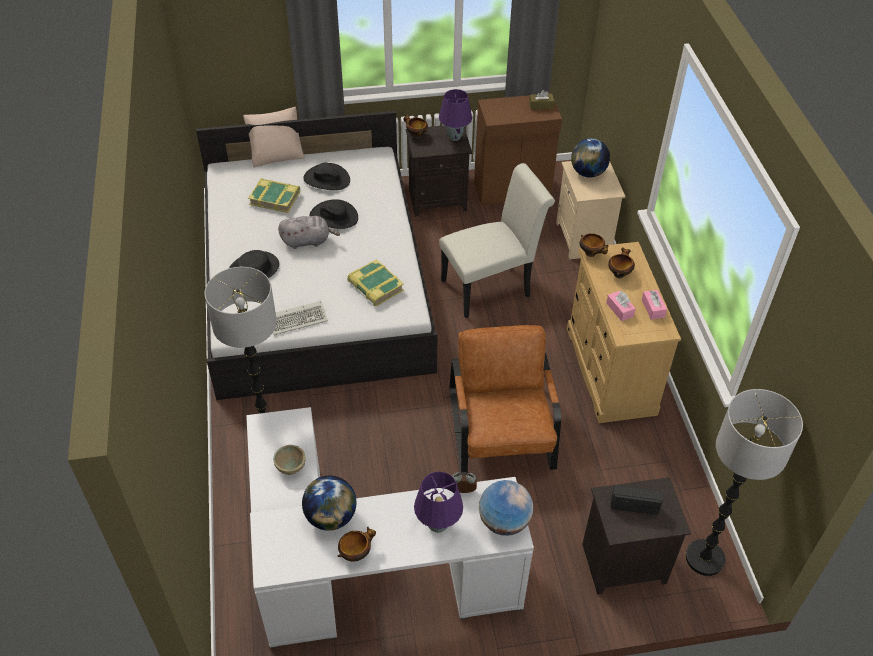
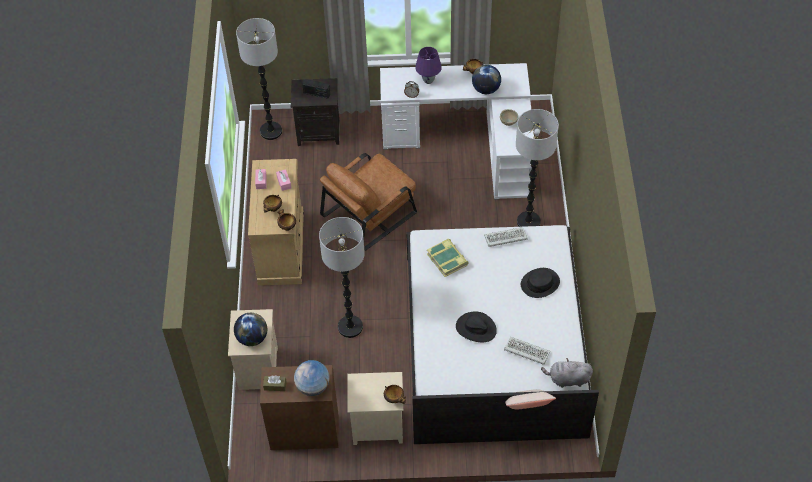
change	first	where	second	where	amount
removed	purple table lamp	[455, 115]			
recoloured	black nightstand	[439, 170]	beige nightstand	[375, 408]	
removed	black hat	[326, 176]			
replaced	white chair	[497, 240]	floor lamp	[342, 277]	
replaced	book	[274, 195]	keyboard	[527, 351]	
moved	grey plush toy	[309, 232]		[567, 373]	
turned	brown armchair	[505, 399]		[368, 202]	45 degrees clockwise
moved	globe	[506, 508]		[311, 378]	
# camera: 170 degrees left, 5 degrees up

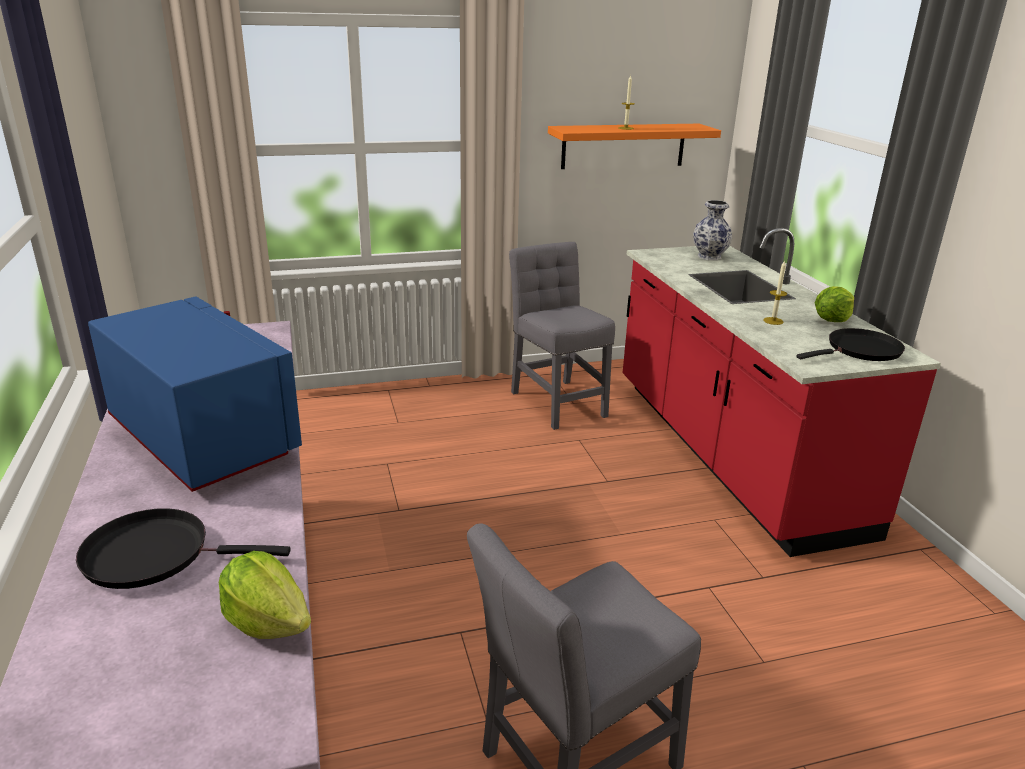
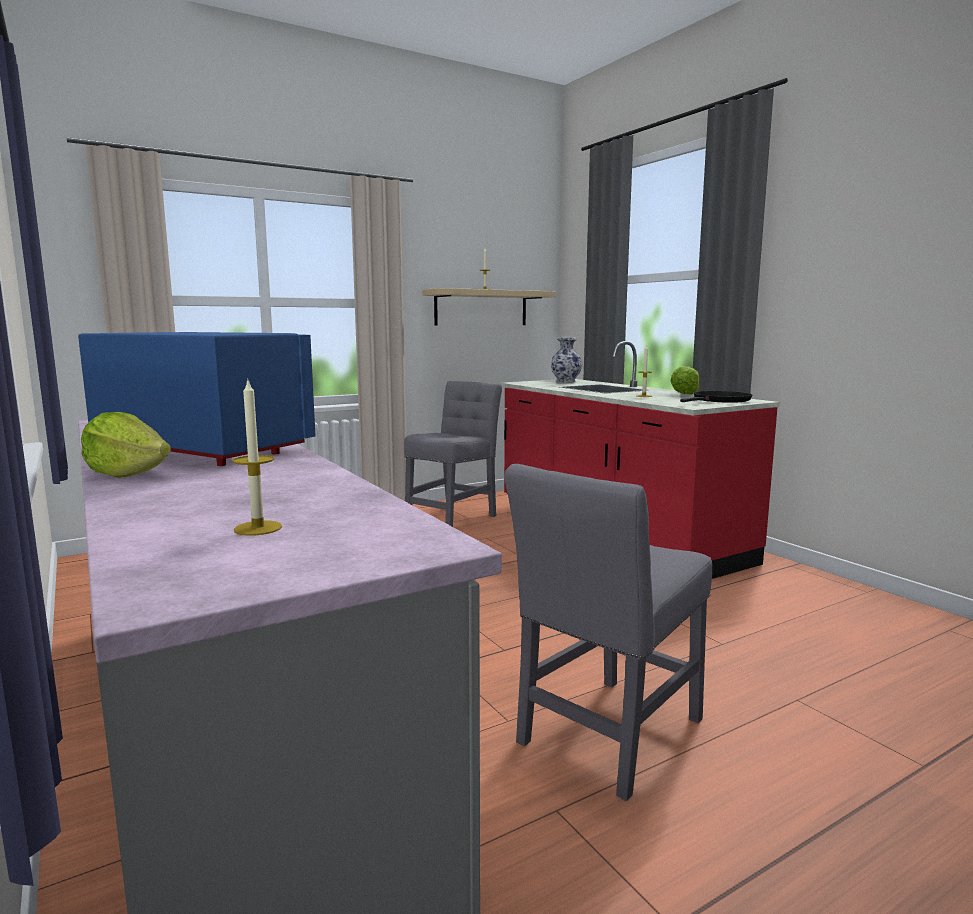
change	first	where	second	where	amount
recoloured	orange shelf	[634, 146]	beige shelf	[489, 307]	
turned	grey chair	[562, 336]		[453, 454]	75 degrees clockwise
removed	black frying pan	[183, 548]			
moved	lettuce	[264, 595]		[126, 445]	
added			candle	[257, 458]	
# camera: 15 degrees left, 15 degrees down

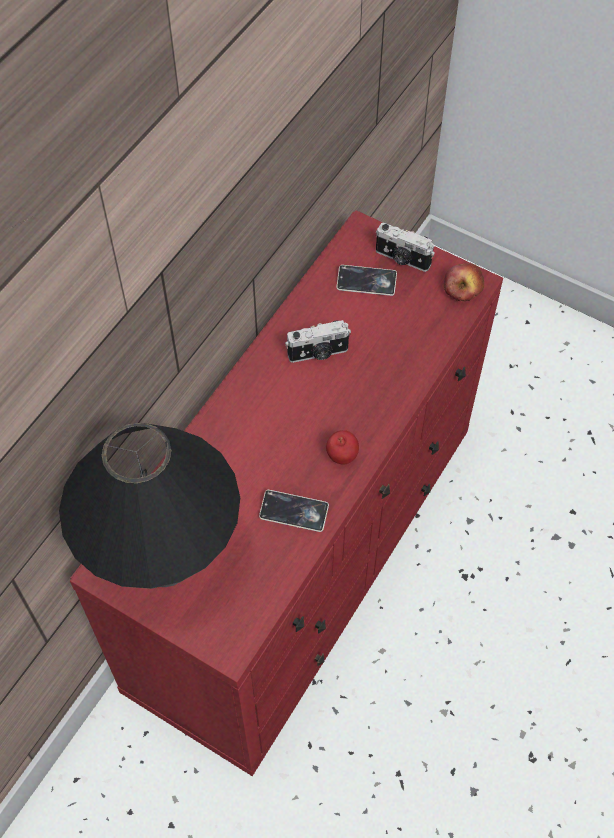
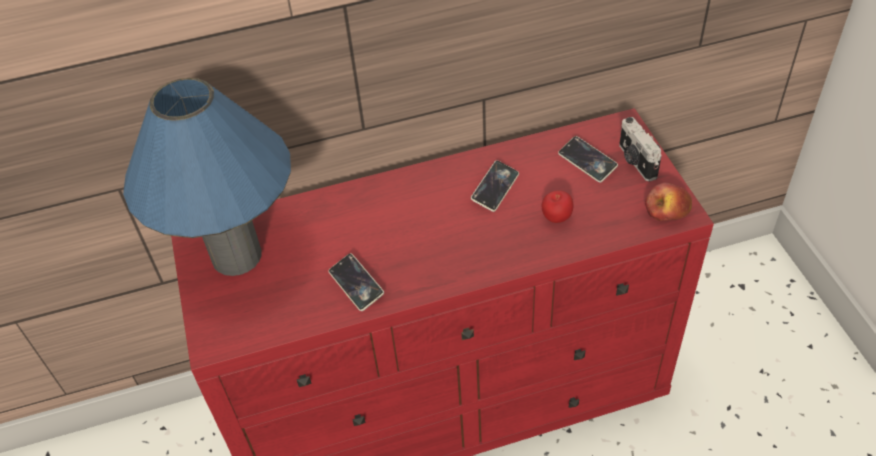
change	first	where	second	where	amount
replaced	photo camera	[318, 341]	phone	[495, 186]	
recoloured	black table lamp	[149, 506]	blue table lamp	[207, 177]	
moved	apple	[342, 447]		[557, 206]	
# camera: 45 degrees right, 10 degrees down

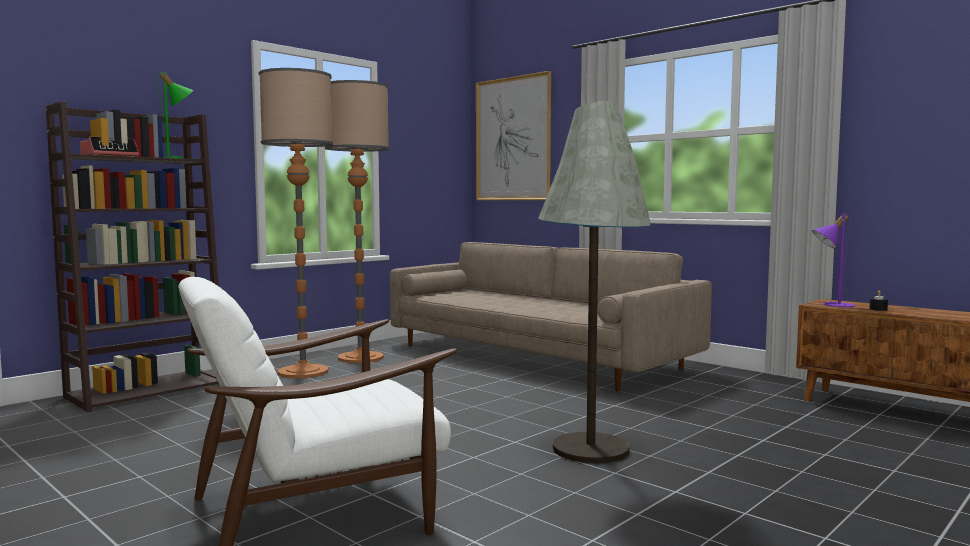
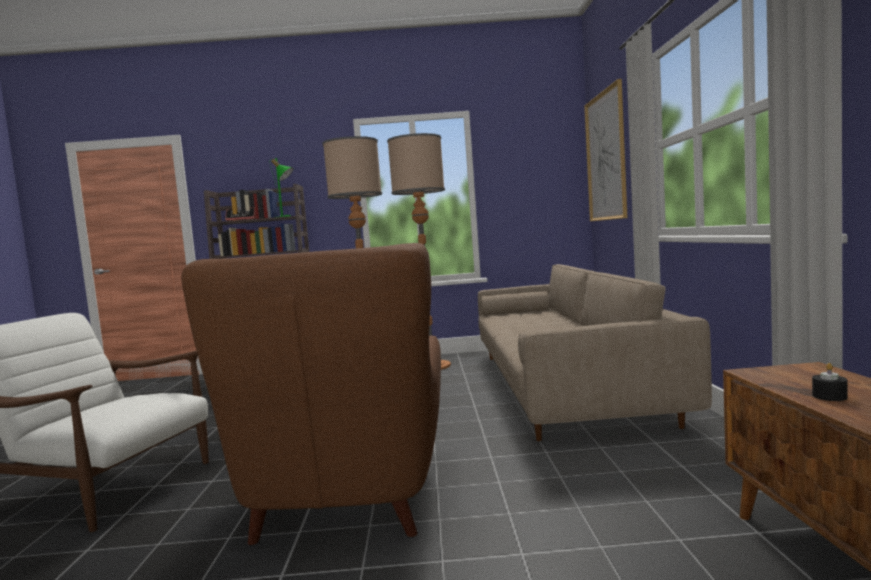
change	first	where	second	where	amount
replaced	grey floor lamp	[594, 282]	brown armchair	[311, 394]	
removed	purple table lamp	[833, 260]			
# camera: 45 degrees right, 0 degrees up

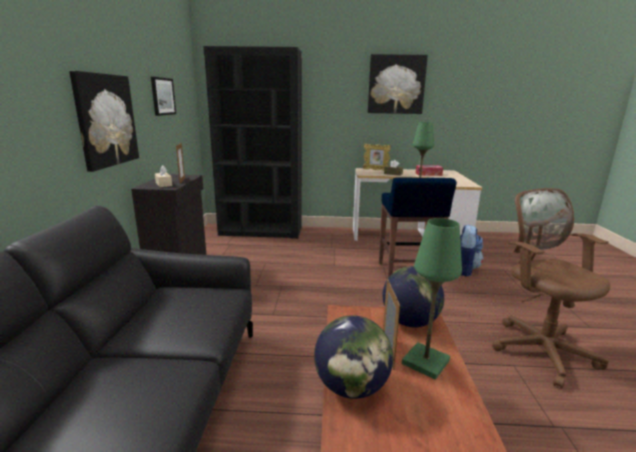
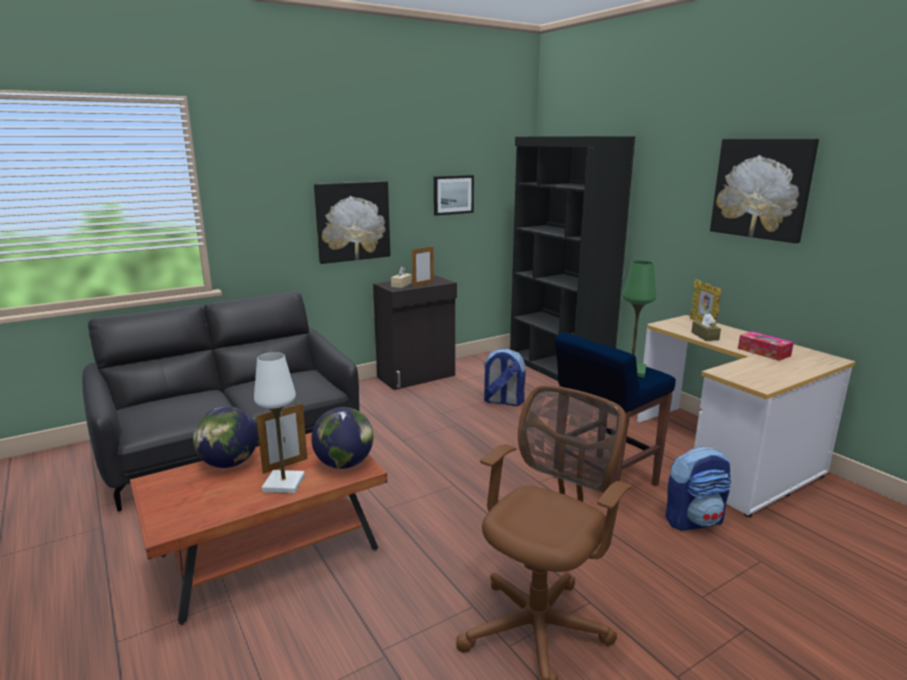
change	first	where	second	where	amount
recoloured	green table lamp	[432, 299]	white table lamp	[279, 422]	
added			backpack	[504, 377]	
# camera: 55 degrees right, 0 degrees up

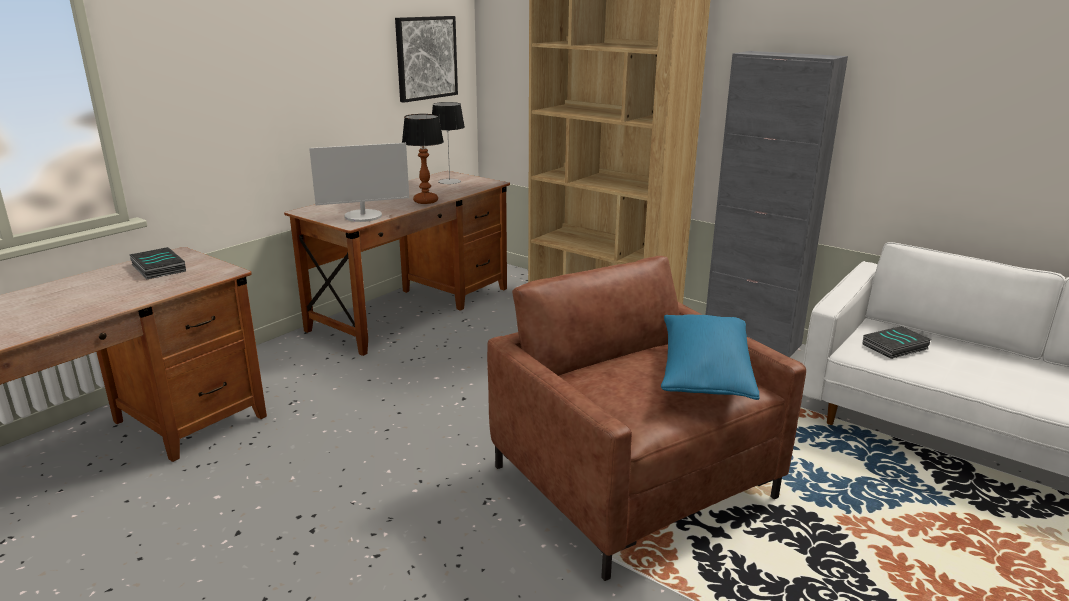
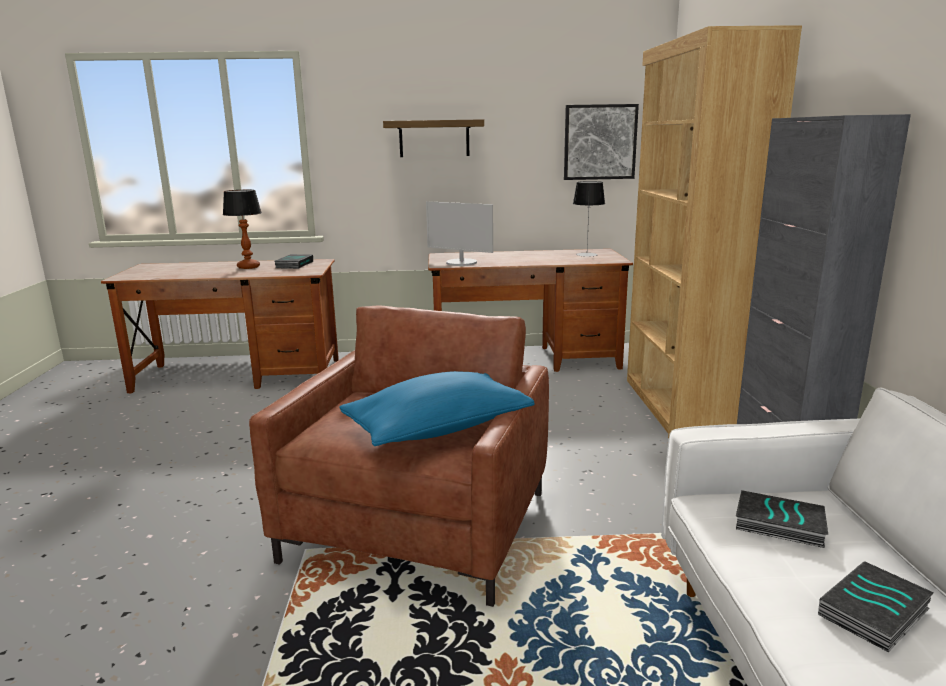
change	first	where	second	where	amount
moved	table lamp	[423, 159]		[242, 229]	
added			shelf	[433, 138]	
added			book	[876, 606]	
# camera: 50 degrees right, 5 degrees down

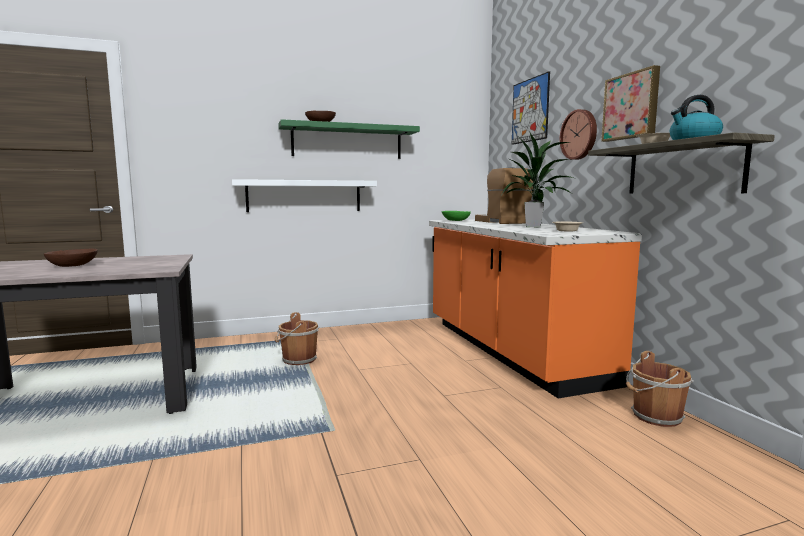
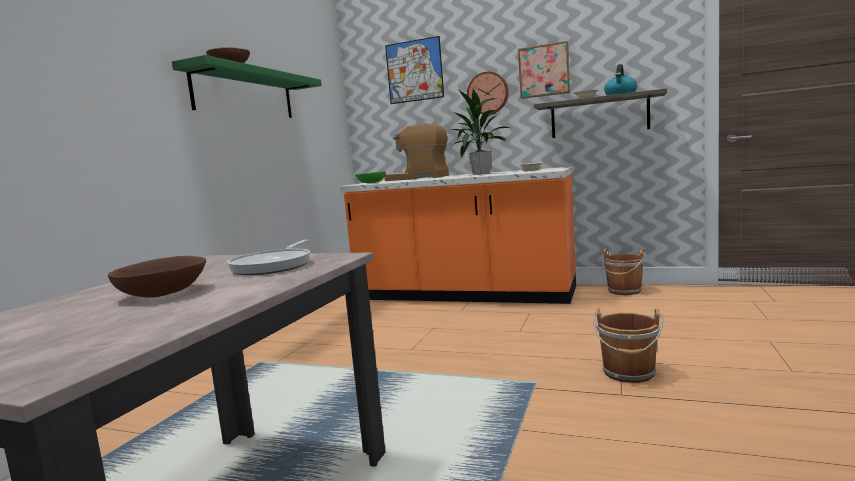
change	first	where	second	where	amount
removed	white shelf	[304, 195]			
moved	brown bucket	[297, 338]		[628, 345]	
added			frying pan	[269, 257]	
# camera: 50 degrees left, 0 degrees up

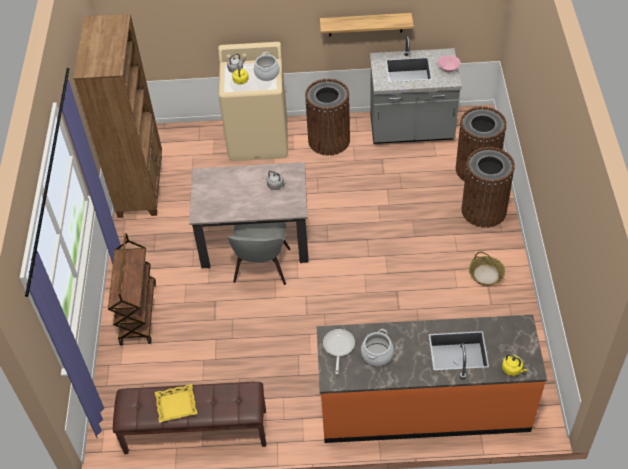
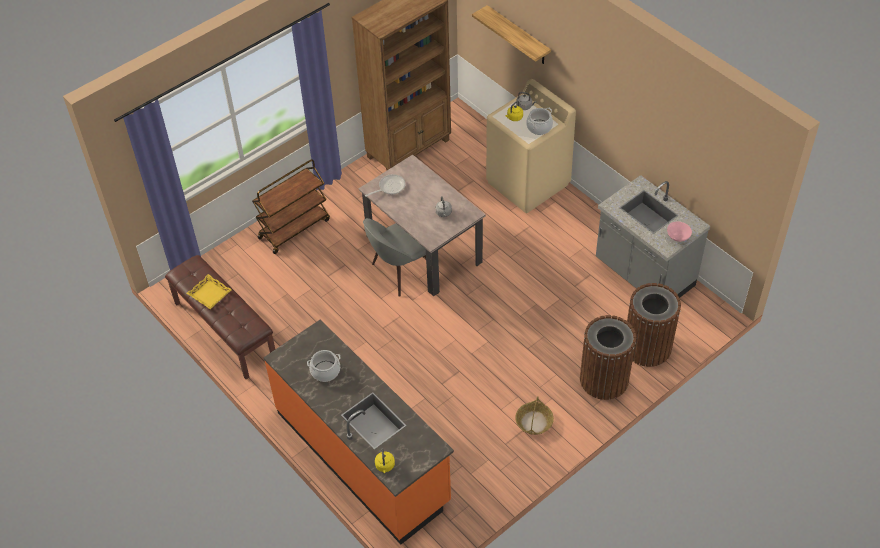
change	first	where	second	where	amount
moved	shelf	[367, 25]		[511, 34]	
removed	brown trash can	[327, 117]			
moved	frying pan	[339, 351]		[385, 185]	
# camera: 50 degrees right, 0 degrees up

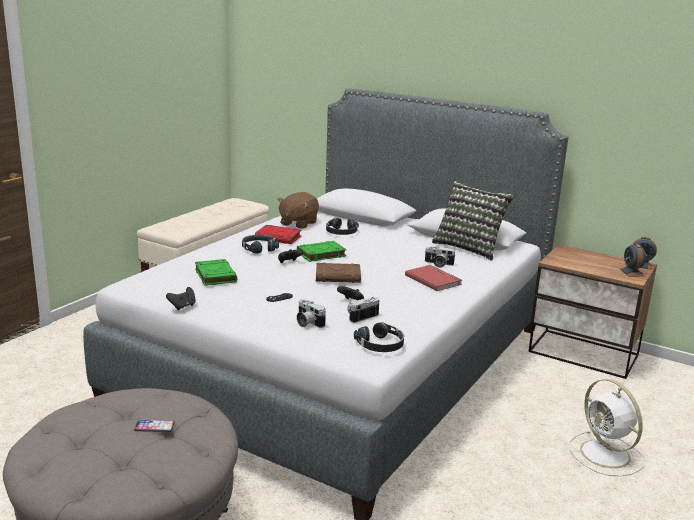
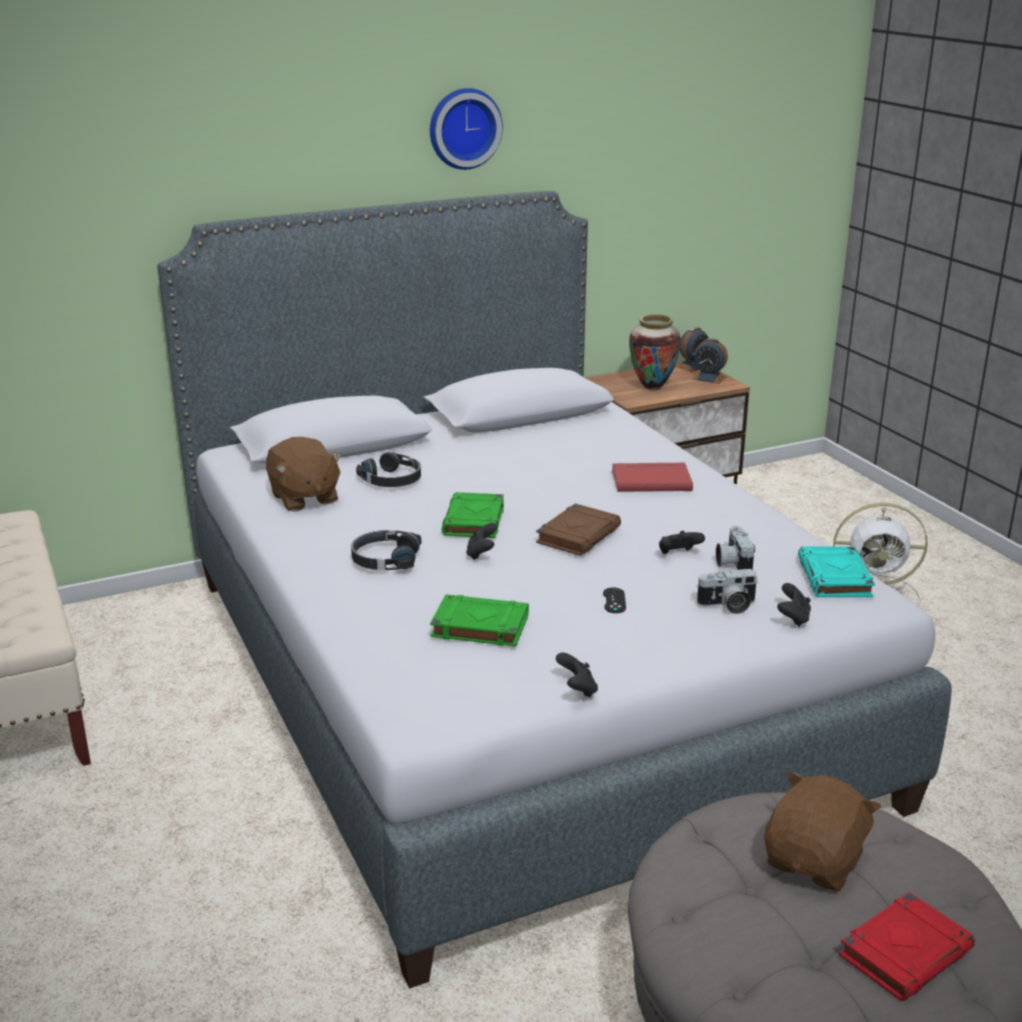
change	first	where	second	where	amount
removed	pillow	[473, 221]			
moved	red book	[278, 234]		[907, 946]	
removed	photo camera	[440, 257]			
replaced	black headphones	[379, 337]	turquoise book	[836, 571]	
replaced	phone	[154, 426]	brown plush toy	[822, 831]	
added			wall clock	[466, 129]	
added			vase	[655, 352]	
added			black game controller	[794, 605]	
# camera: 55 degrees left, 5 degrees up

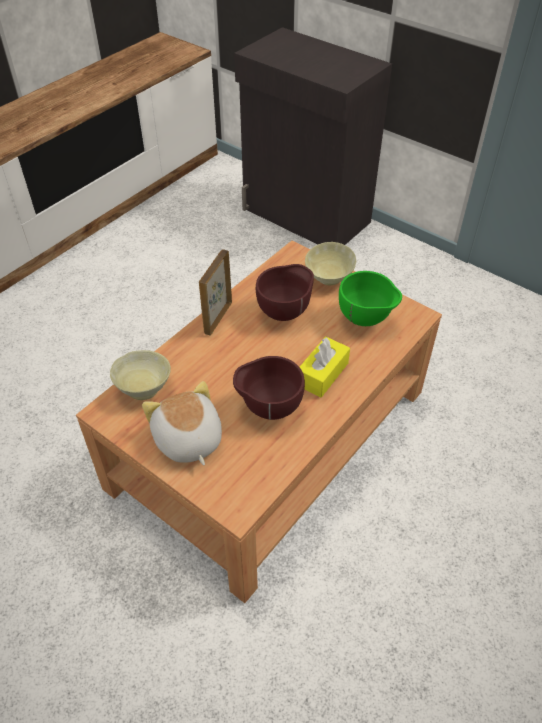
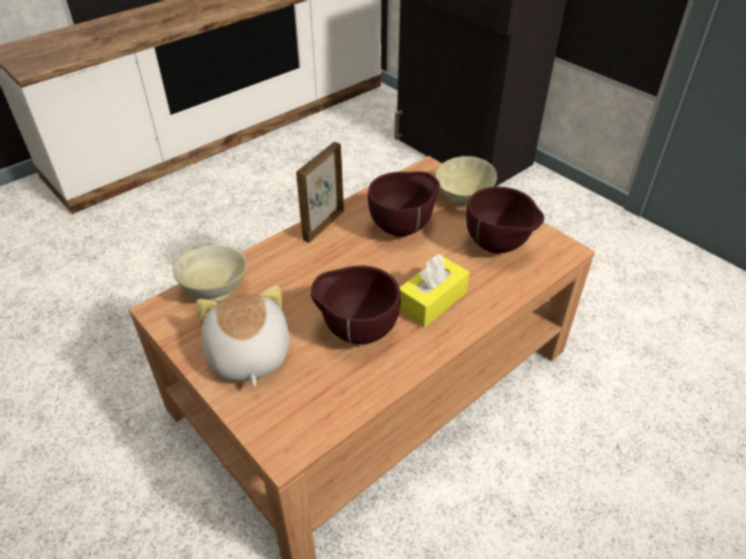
change	first	where	second	where	amount
recoloured	green bowl	[370, 298]	brown bowl	[505, 220]	
# camera: 10 degrees right, 5 degrees down

